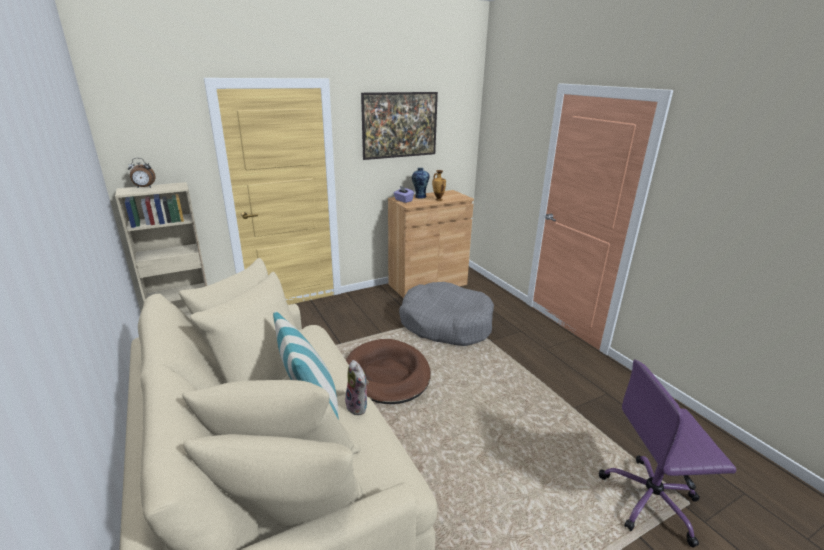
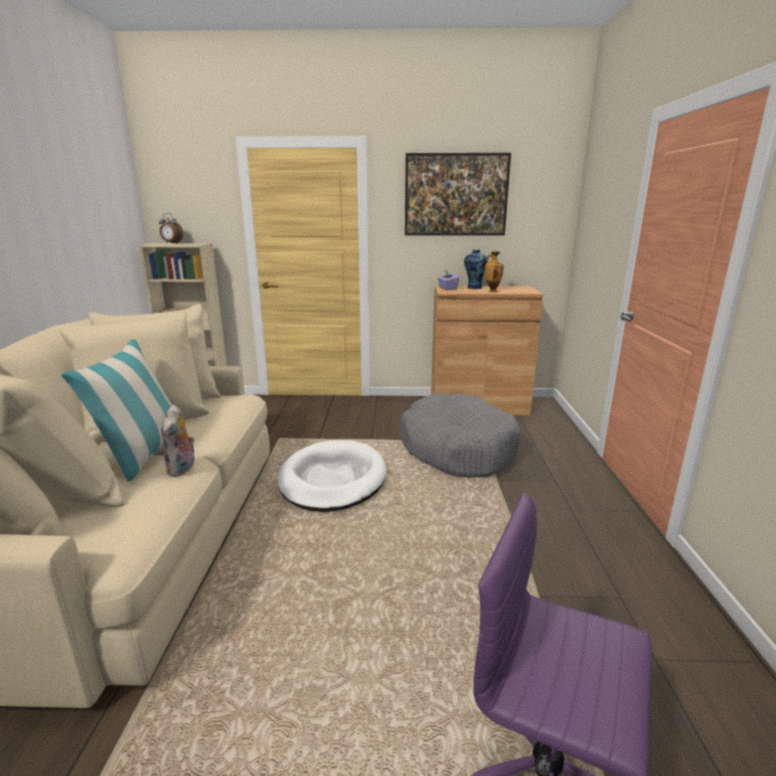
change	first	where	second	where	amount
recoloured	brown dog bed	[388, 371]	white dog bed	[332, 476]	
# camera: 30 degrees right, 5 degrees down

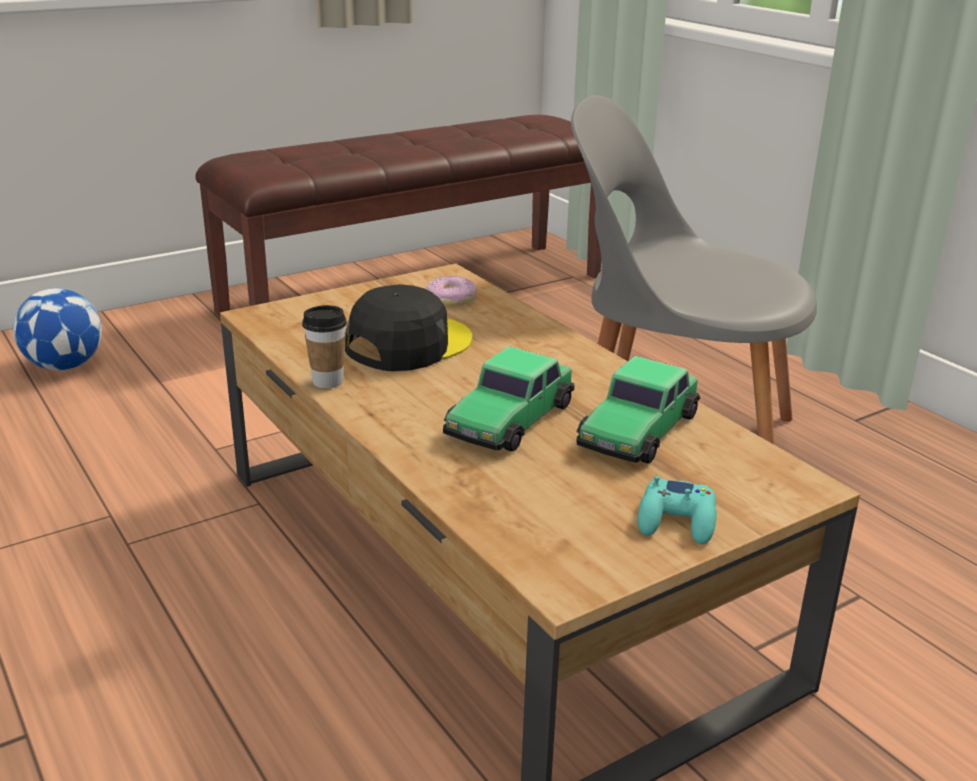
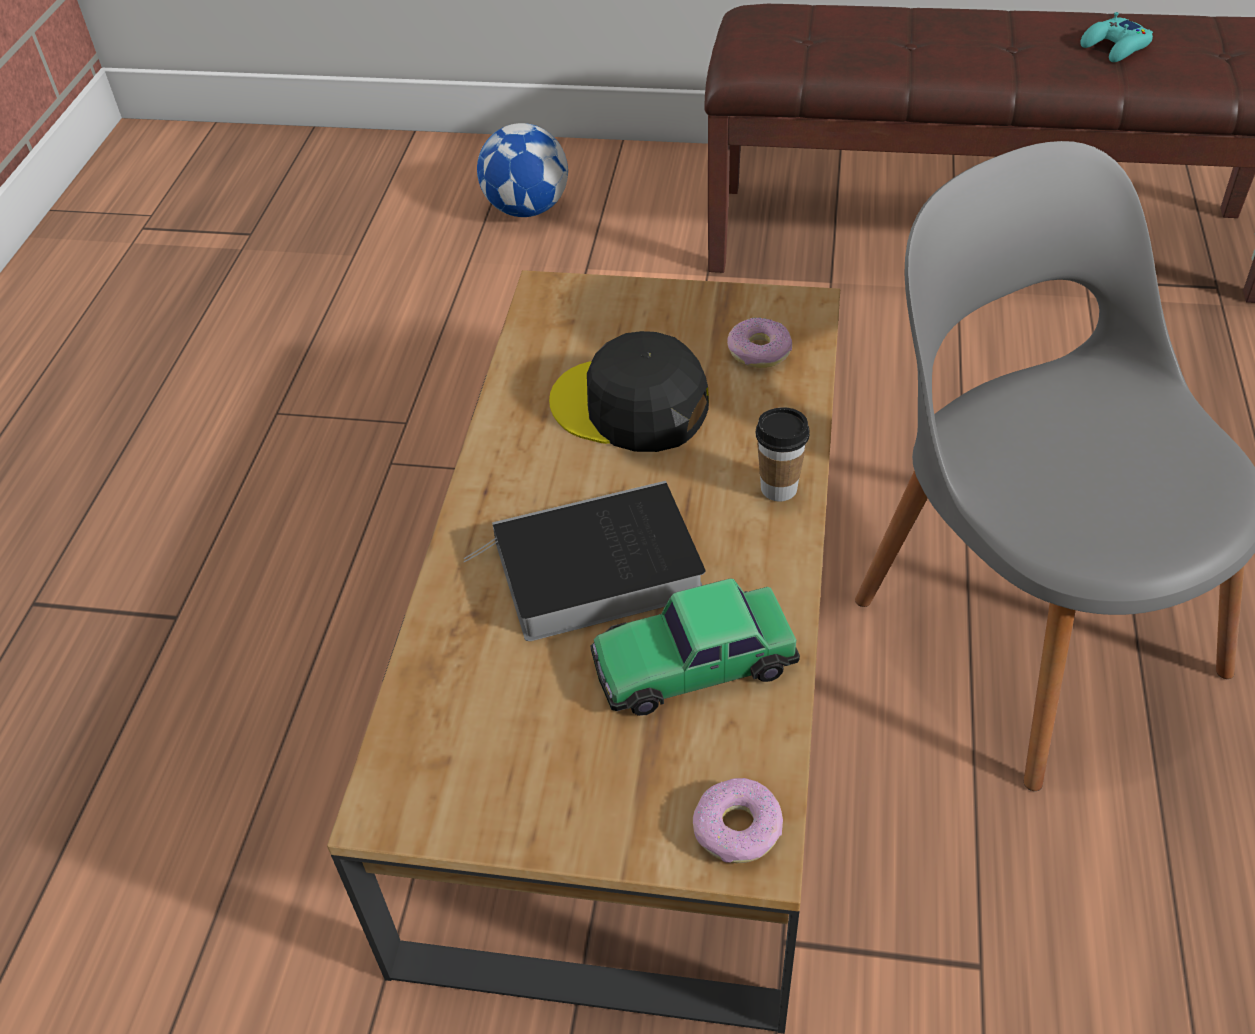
change	first	where	second	where	amount
turned	black cap	[408, 327]		[629, 391]	150 degrees counterclockwise
moved	cup	[324, 346]		[782, 454]	
replaced	toy car	[509, 399]	book	[585, 561]	
moved	turquoise game controller	[677, 510]		[1116, 37]	
added			donut	[738, 820]	
# camera: 45 degrees right, 20 degrees up

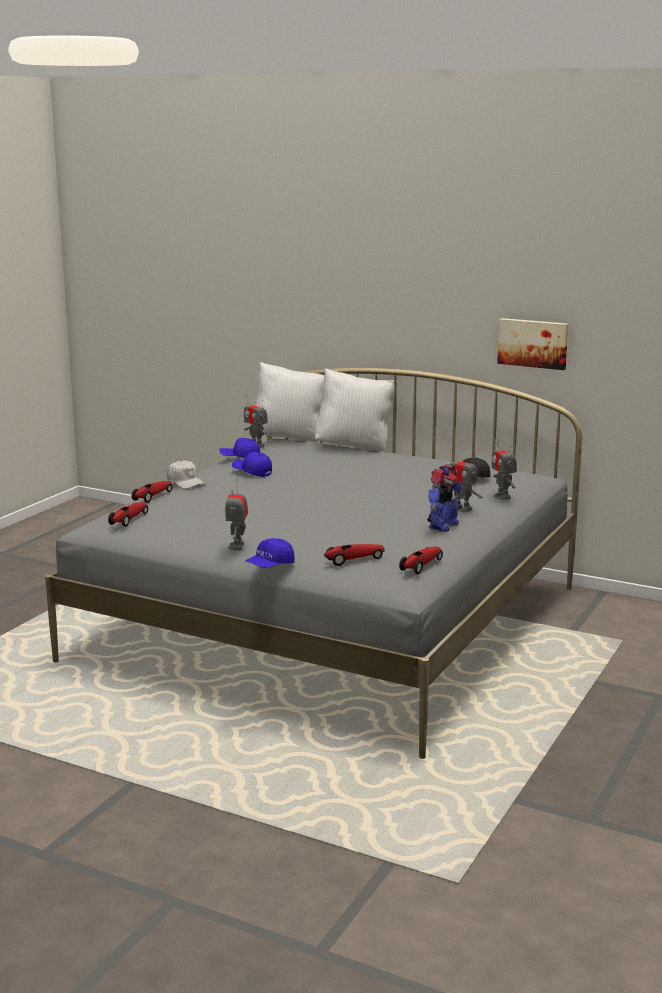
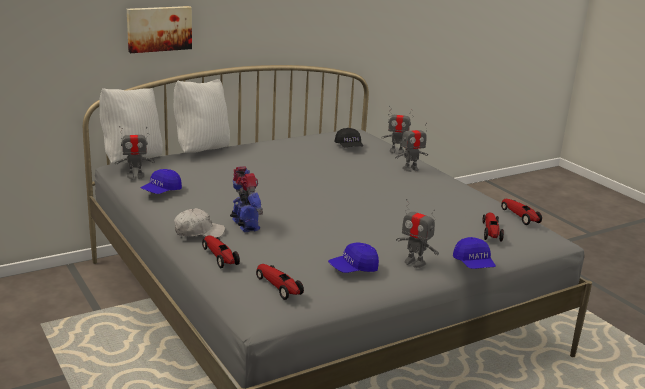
change	first	where	second	where	amount
moved	picture	[532, 344]		[159, 29]	
moved	blue cap	[252, 464]		[353, 257]	
moved	toy robot	[445, 498]		[246, 199]	
# camera: 60 degrees left, 5 degrees up

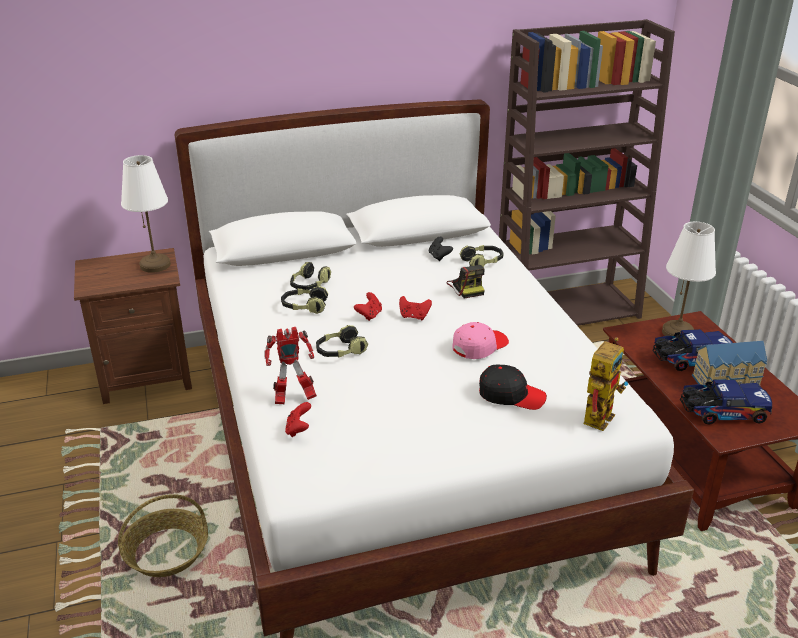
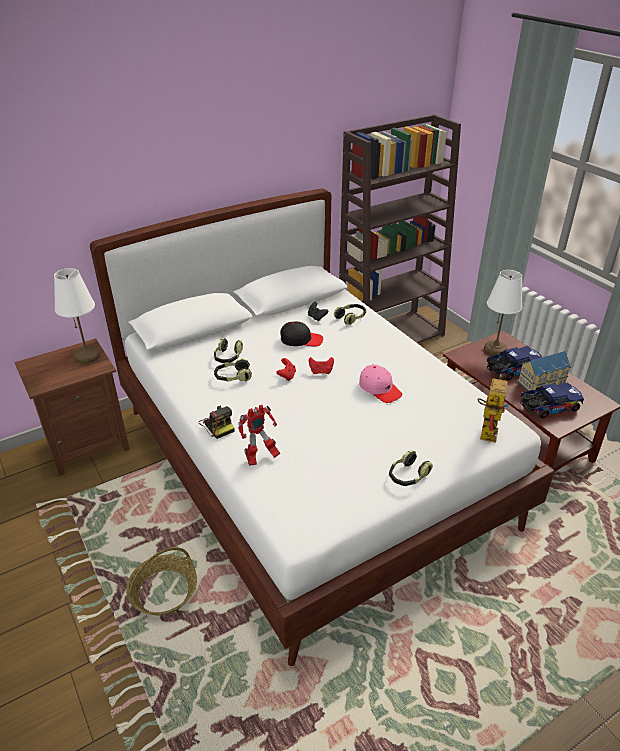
change	first	where	second	where	amount
moved	photo camera	[466, 281]		[217, 422]	
turned	pink cap	[481, 340]		[380, 384]	105 degrees clockwise
moved	headphones	[342, 341]		[411, 468]	
moved	black cap	[513, 387]		[301, 333]	
removed	red game controller	[298, 419]			
# camera: 15 degrees left, 5 degrees up

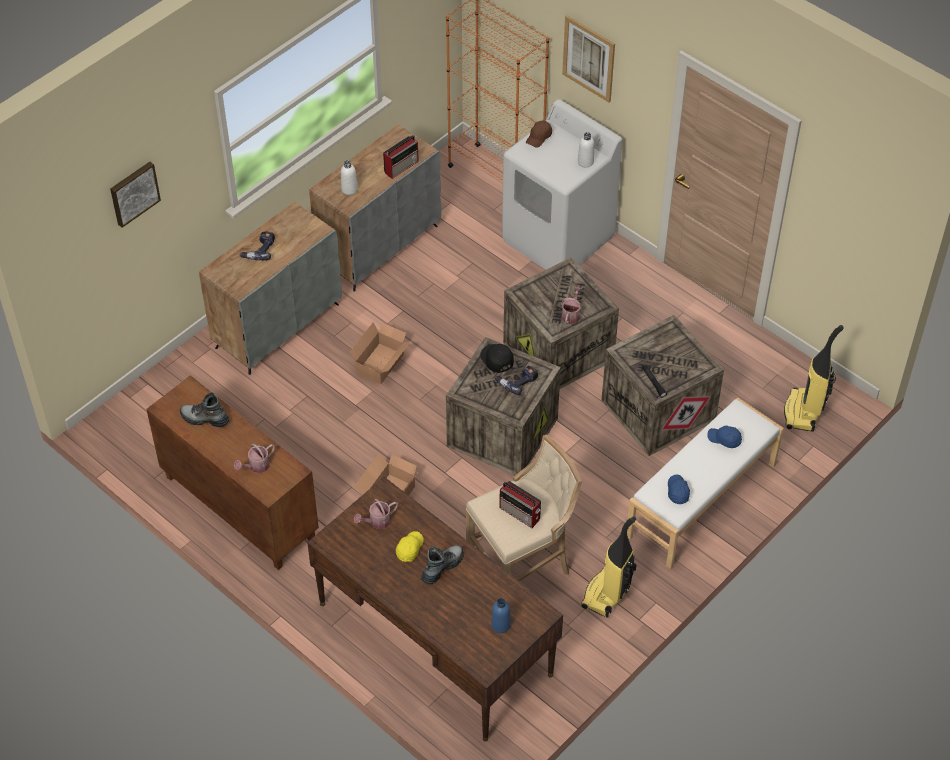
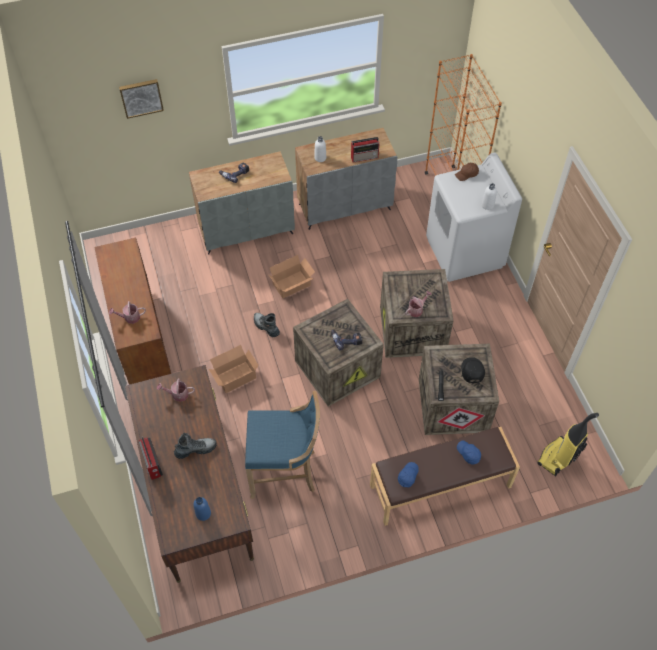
change	first	where	second	where	amount
removed	picture	[588, 58]			
moved	black cap	[497, 358]		[473, 370]	
moved	boot	[204, 409]		[267, 325]	
recoloured	white bench	[705, 483]	brown bench	[445, 476]	
recoloured	beige stool	[524, 507]	blue stool	[282, 445]	
moved	radio	[520, 504]		[151, 458]	
removed	vacuum cleaner	[609, 567]			
removed	yellow cap	[410, 546]			
# camera: 30 degrees right, 5 degrees up

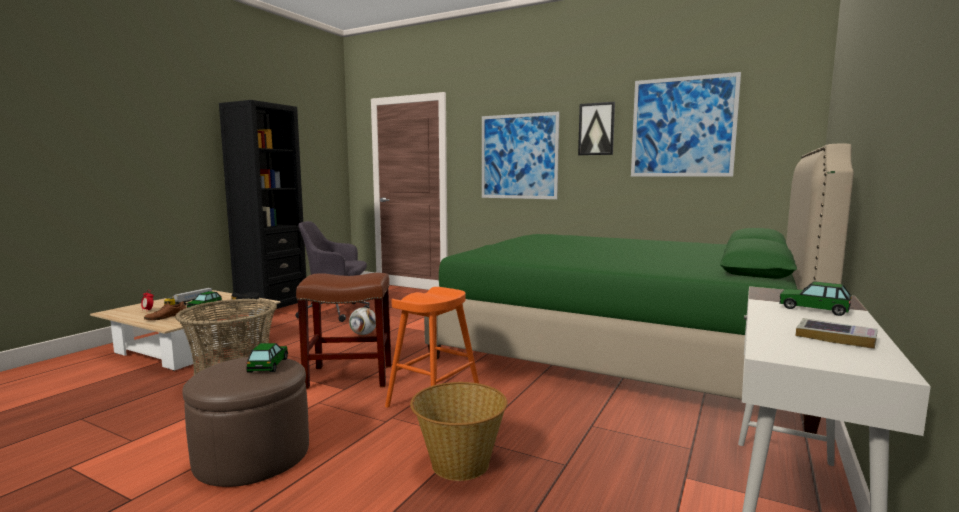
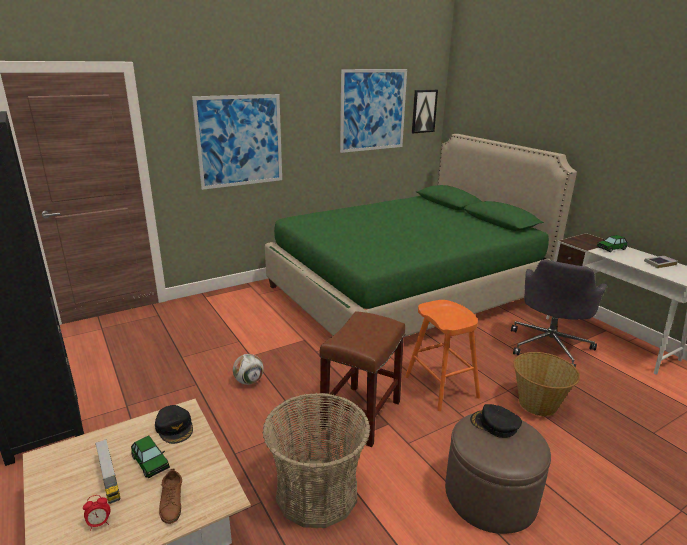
change	first	where	second	where	amount
moved	picture	[596, 128]		[425, 111]	
moved	grey office chair	[332, 271]		[559, 313]	
replaced	toy car	[267, 357]	black cap	[496, 421]	
# camera: 60 degrees left, 15 degrees up

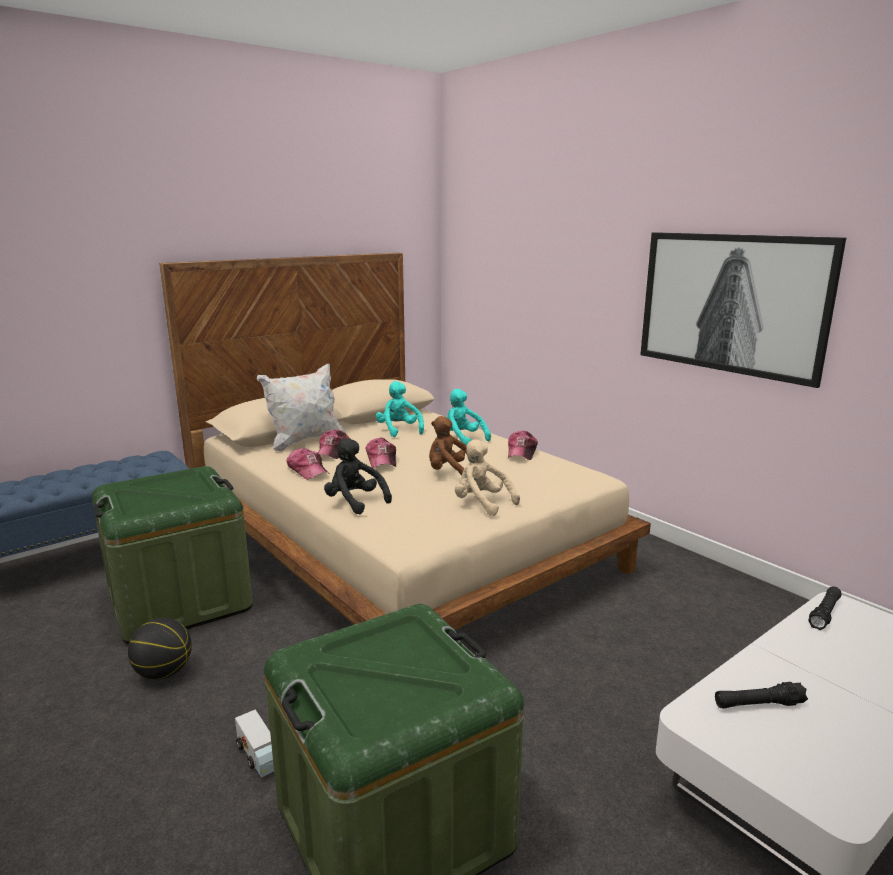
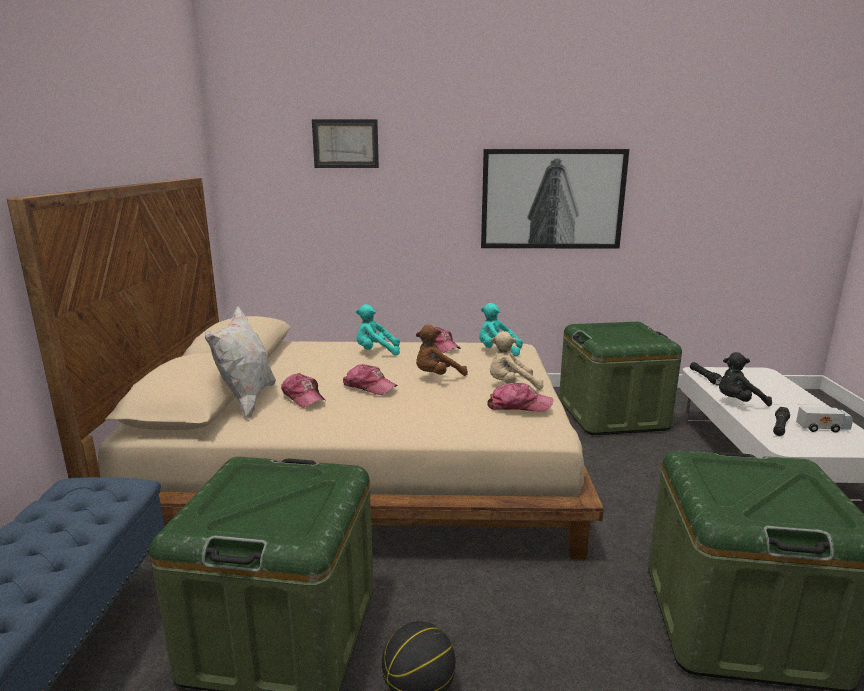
change	first	where	second	where	amount
moved	turquoise plush toy	[400, 409]		[501, 329]	
moved	black plush toy	[358, 476]		[745, 379]	
moved	cap	[308, 464]		[520, 397]	
moved	toy truck	[254, 743]		[824, 420]	
added			picture	[345, 143]	
added			green storage box	[620, 378]	
# camera: 50 degrees left, 0 degrees up

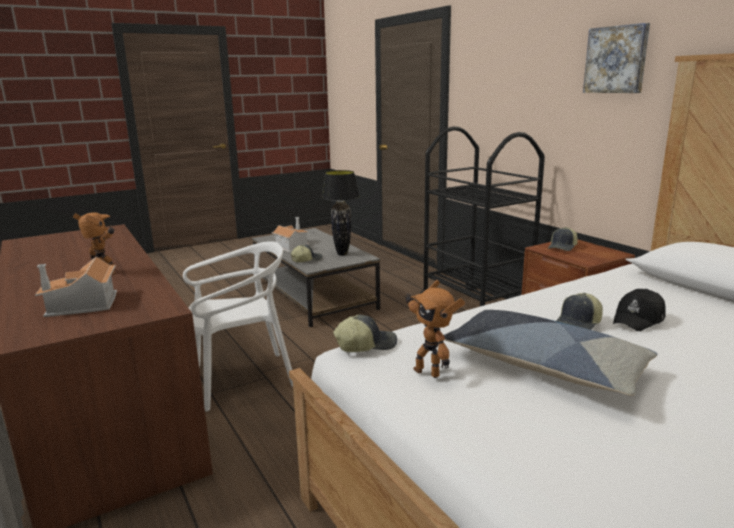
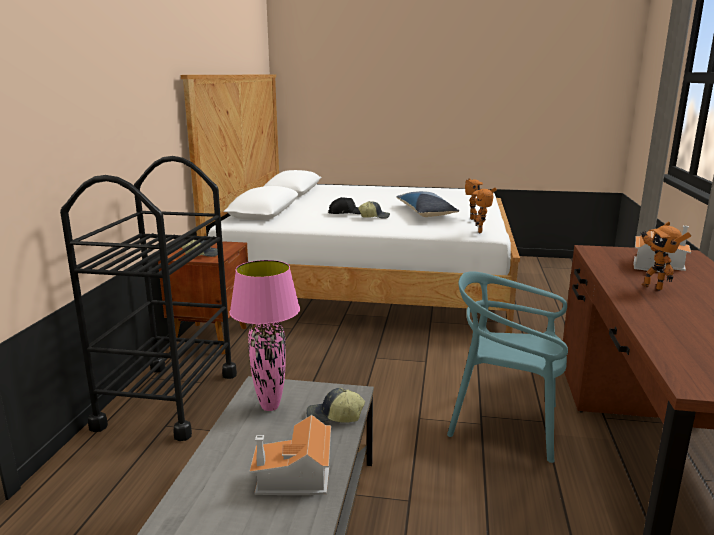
change	first	where	second	where	amount
removed	picture	[616, 58]			
recoloured	black table lamp	[340, 213]	pink table lamp	[264, 335]	
recoloured	white chair	[238, 326]	turquoise chair	[507, 367]	
replaced	cap	[365, 333]	toy robot	[484, 210]	
# camera: 140 degrees left, 0 degrees up

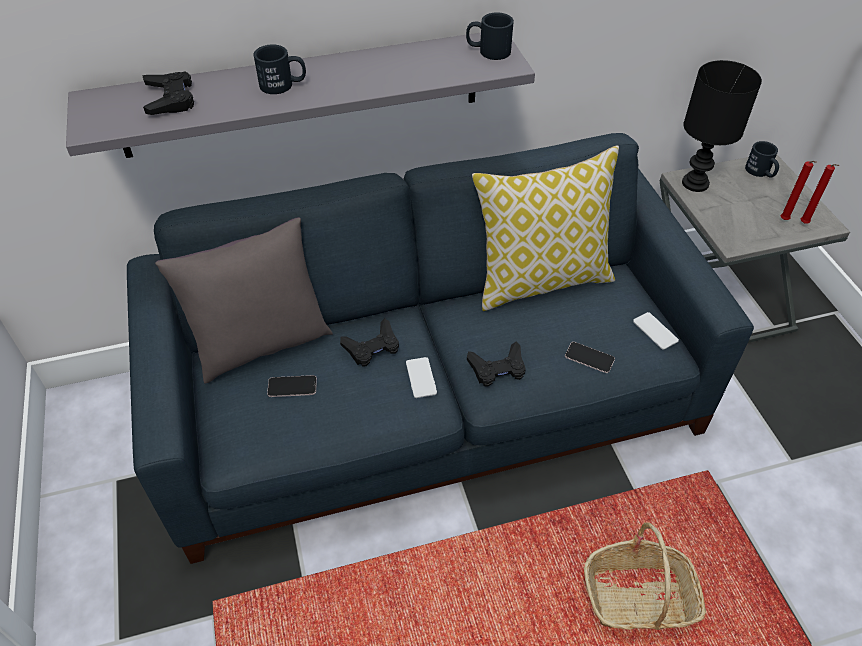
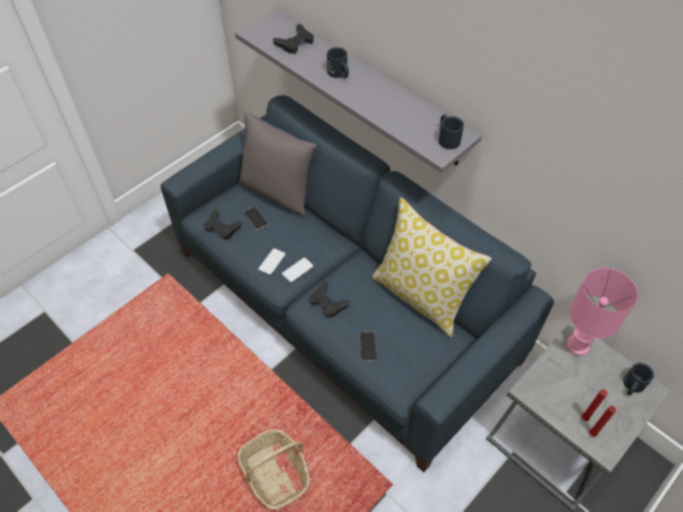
change	first	where	second	where	amount
recoloured	black table lamp	[722, 126]	pink table lamp	[602, 311]	
moved	phone	[656, 331]		[271, 261]	
moved	black game controller	[369, 342]		[223, 225]	
# camera: 60 degrees right, 5 degrees up

